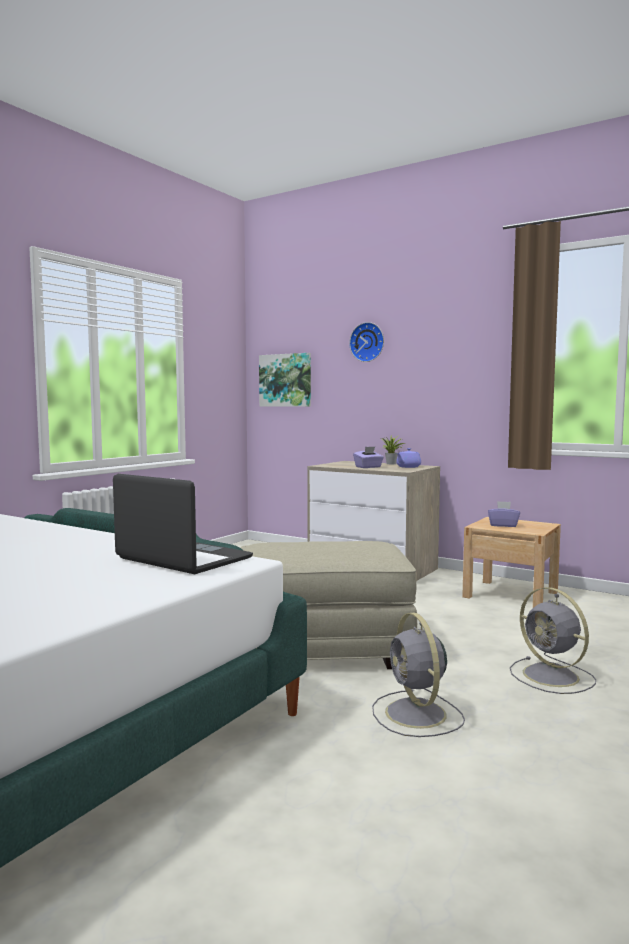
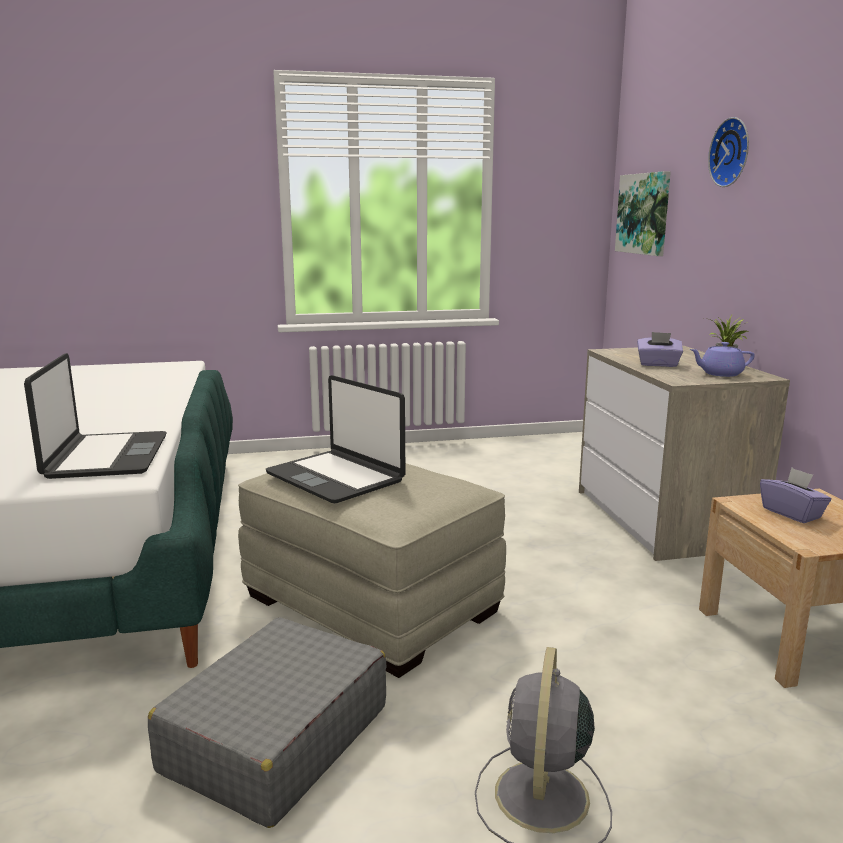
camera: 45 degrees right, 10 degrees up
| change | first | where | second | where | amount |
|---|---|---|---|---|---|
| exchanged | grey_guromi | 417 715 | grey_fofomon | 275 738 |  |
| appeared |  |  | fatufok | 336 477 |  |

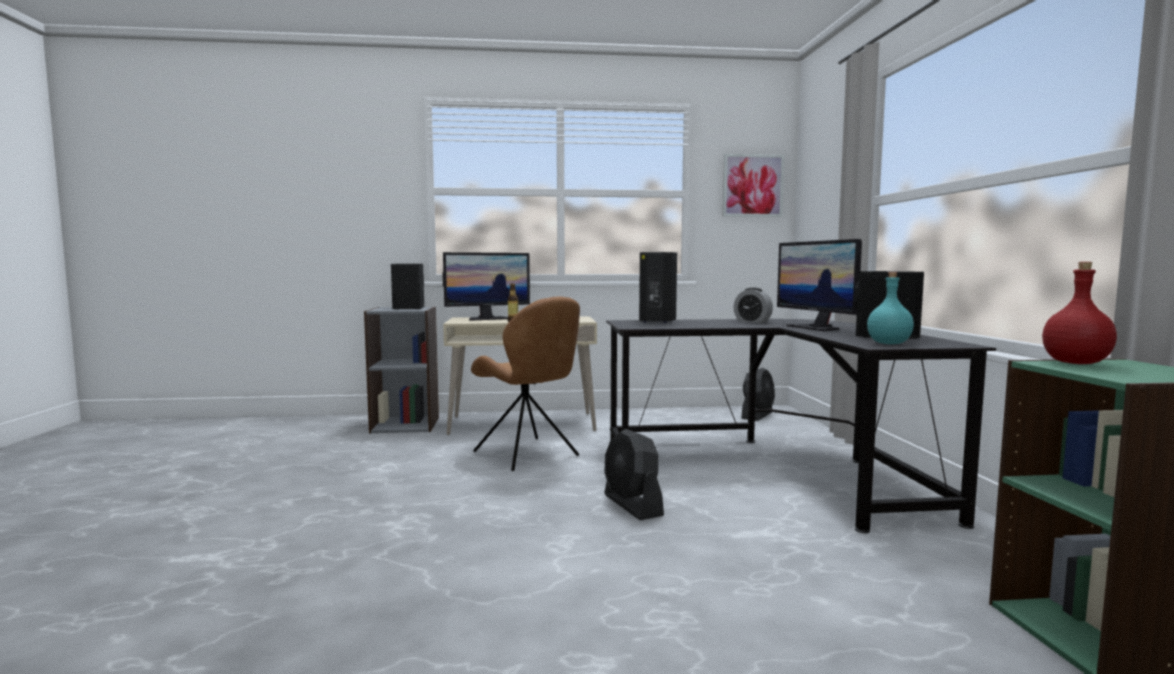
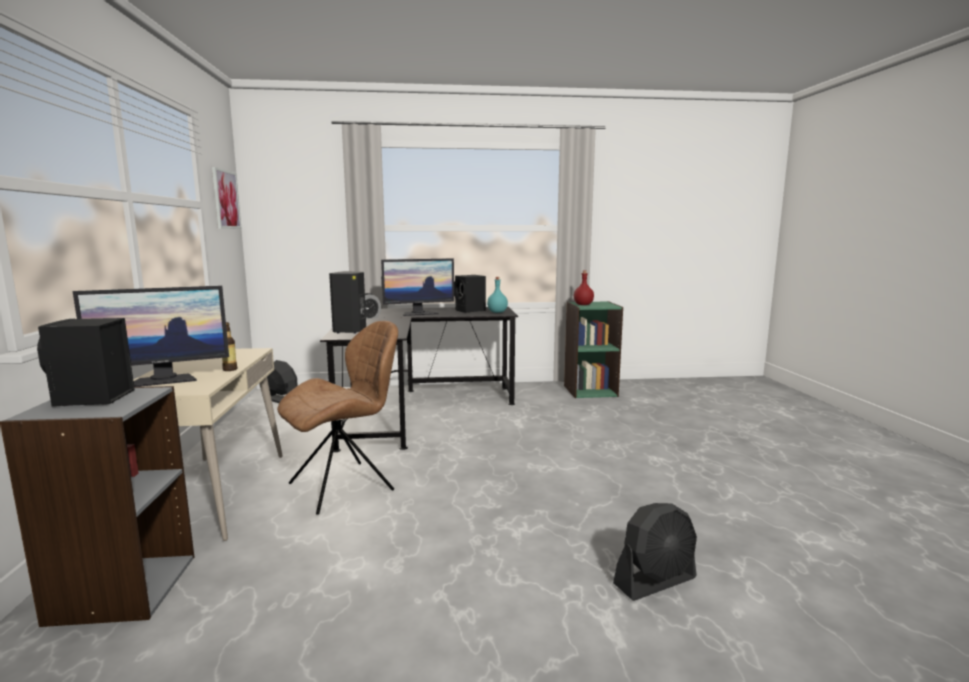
camera: 90 degrees left, 5 degrees up
| change | first | where | second | where | amount |
|---|---|---|---|---|---|
| spun | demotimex | 487 318 |  | 163 380 | 90 degrees clockwise |
| relocated | black_guromi | 632 505 |  | 655 581 |  |

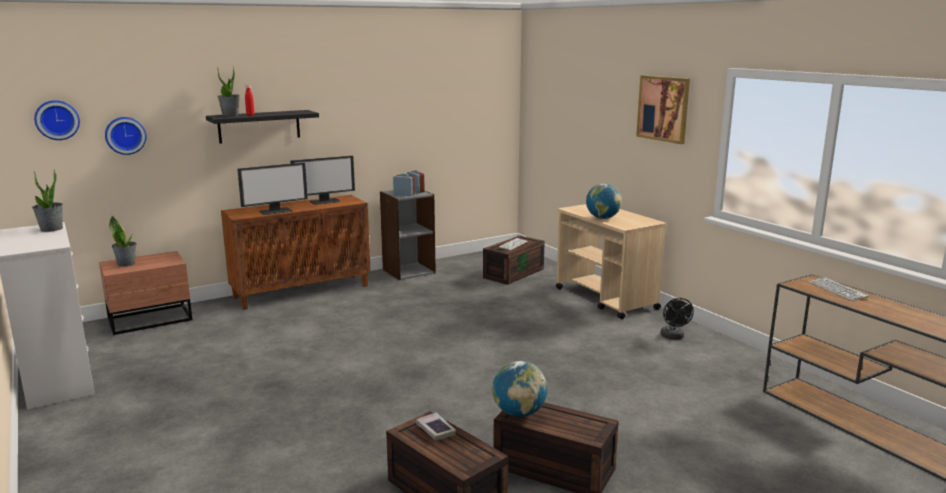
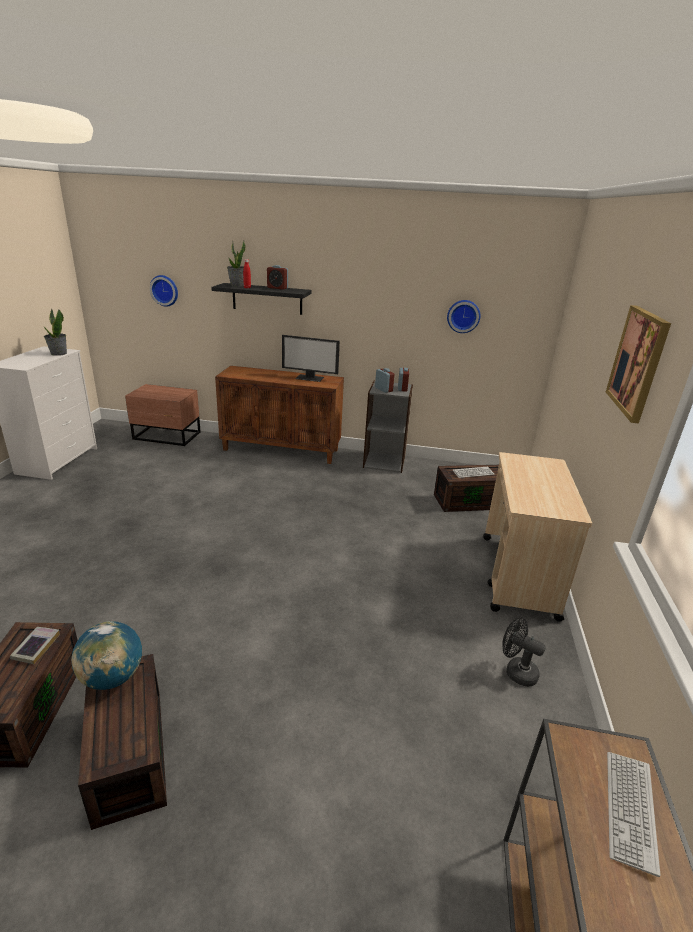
camera: 40 degrees right, 10 degrees up
| change | first | where | second | where | amount |
|---|---|---|---|---|---|
| appeared |  |  | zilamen | 277 288 |  |
| relocated | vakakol | 57 120 |  | 463 316 |  |
| spun | black_guromi | 673 337 |  | 516 671 | 90 degrees clockwise |
| missing | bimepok | 127 263 |  |  |  |
| missing | demotimex | 275 211 |  |  |  |
| missing | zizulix | 602 218 |  |  |  |

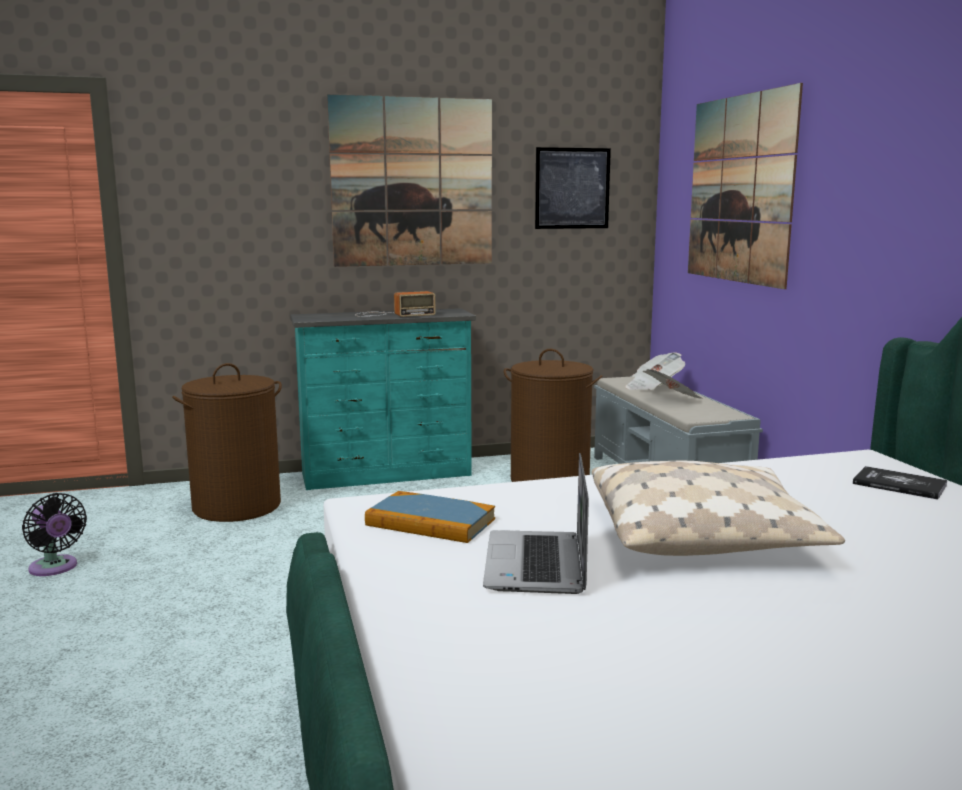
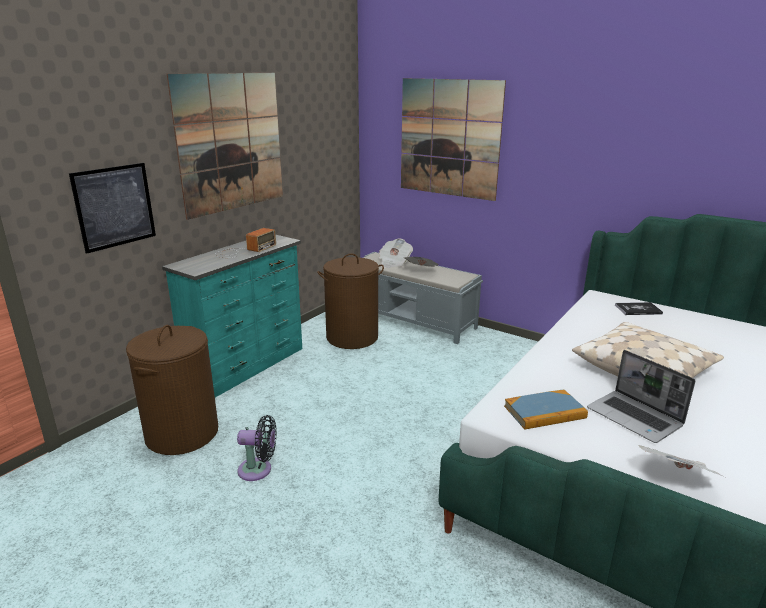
camera: 40 degrees left, 10 degrees up
| change | first | where | second | where | amount |
|---|---|---|---|---|---|
| relocated | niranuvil | 572 188 |  | 115 206 |  |
| relocated | black_guromi | 55 568 |  | 258 470 |  |
| appeared |  |  | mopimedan | 677 477 |  |

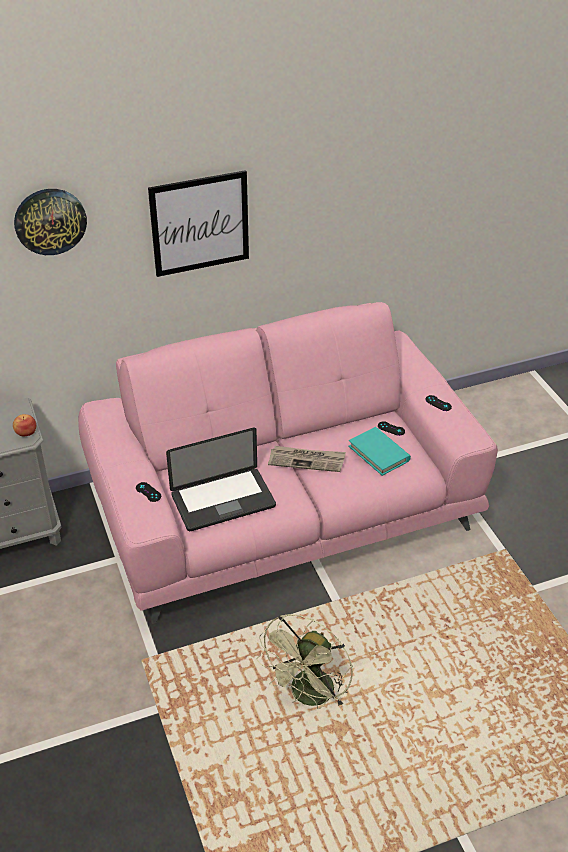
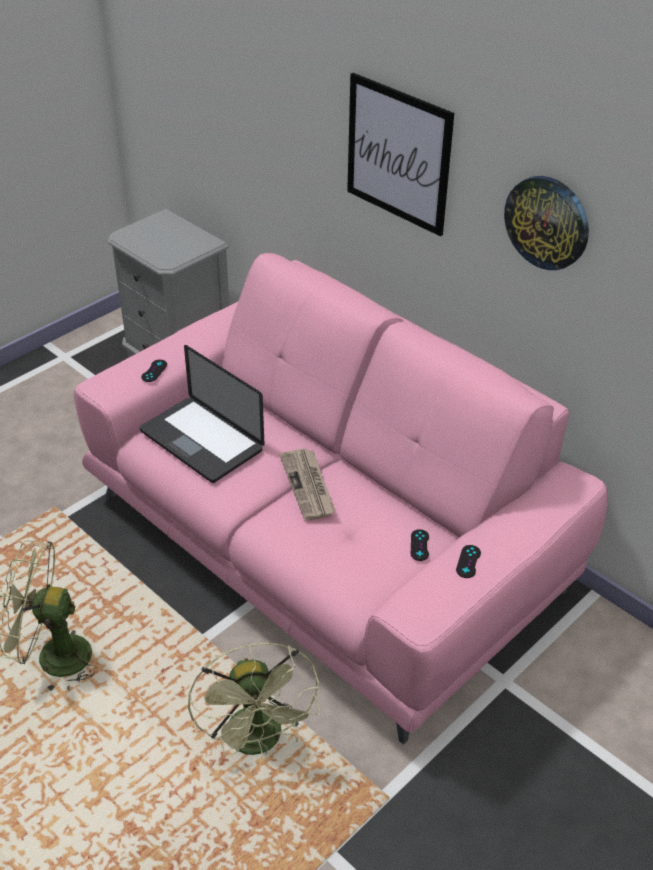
camera: 65 degrees right, 0 degrees up
| change | first | where | second | where | amount |
|---|---|---|---|---|---|
| appeared |  |  | green_guromi | 259 742 |  |
| relocated | vakakol | 50 221 |  | 547 222 |  |
| missing | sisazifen | 26 432 |  |  |  |
| missing | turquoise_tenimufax | 379 453 |  |  |  |

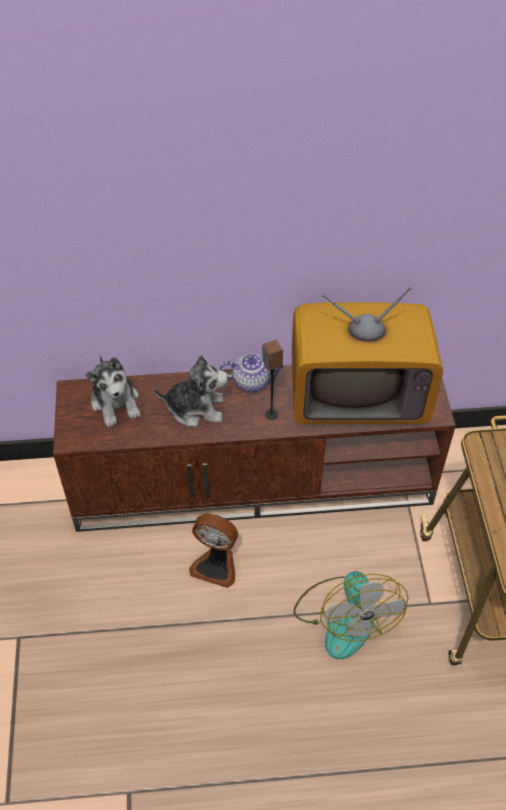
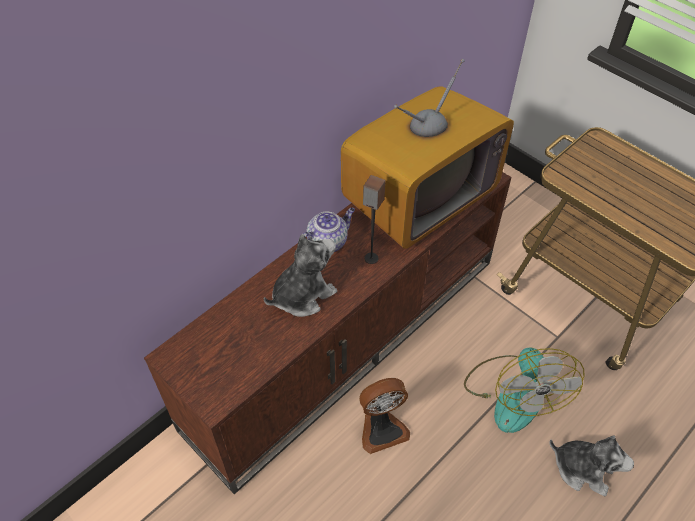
camera: 40 degrees left, 0 degrees up
| change | first | where | second | where | amount |
|---|---|---|---|---|---|
| spun | guromi | 344 617 |  | 513 393 | 45 degrees clockwise |
| relocated | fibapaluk | 116 402 |  | 582 469 |  |

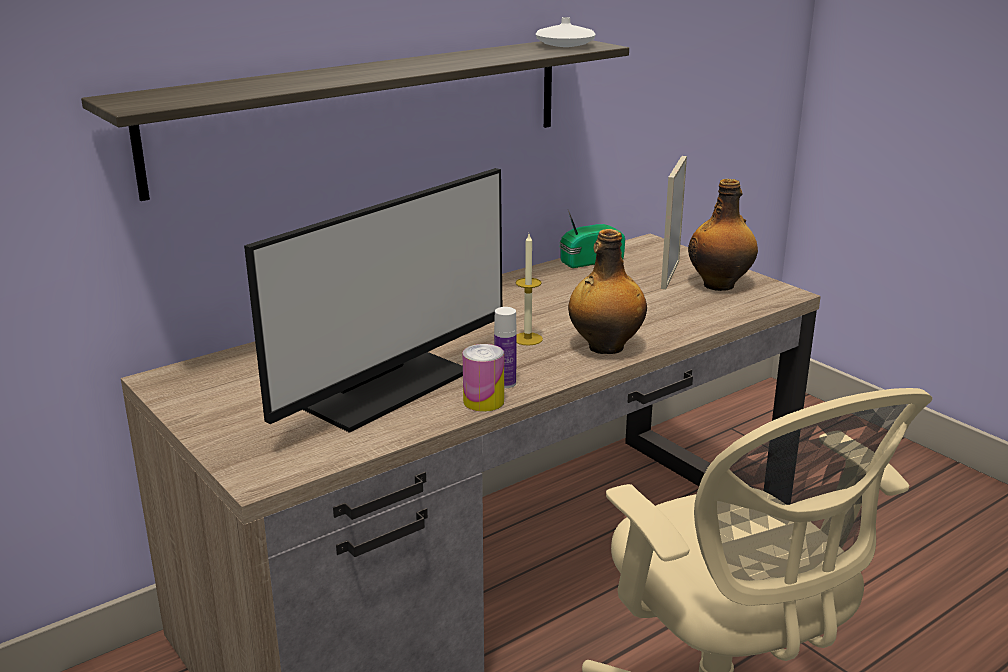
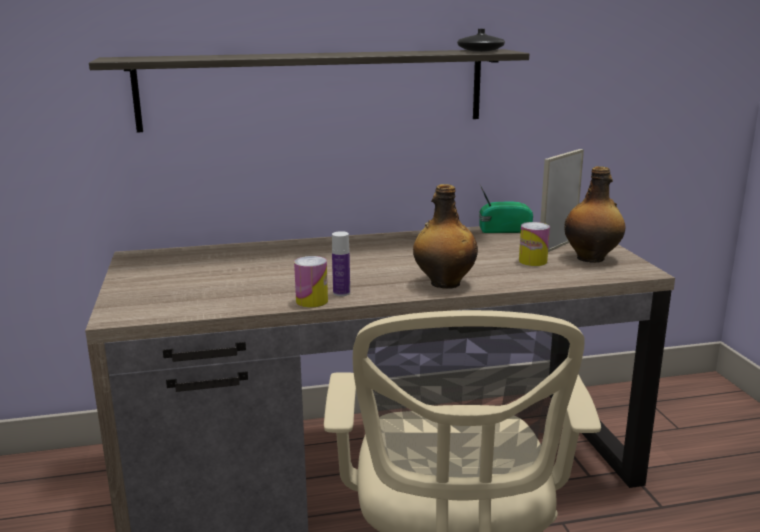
camera: 25 degrees right, 5 degrees down
| change | first | where | second | where | amount |
|---|---|---|---|---|---|
| colour | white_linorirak | 565 45 | black_linorirak | 480 51 |  |
| appeared |  |  | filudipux | 533 261 |  |
| missing | demotimex | 381 387 |  |  |  |
| missing | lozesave | 527 339 |  |  |  |

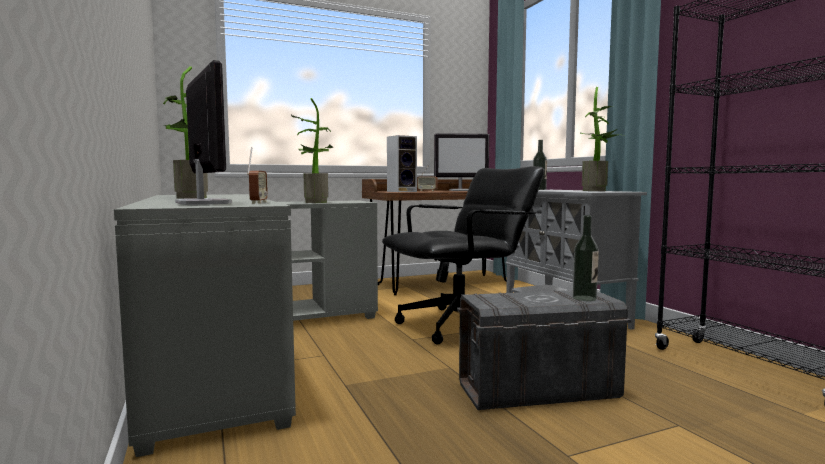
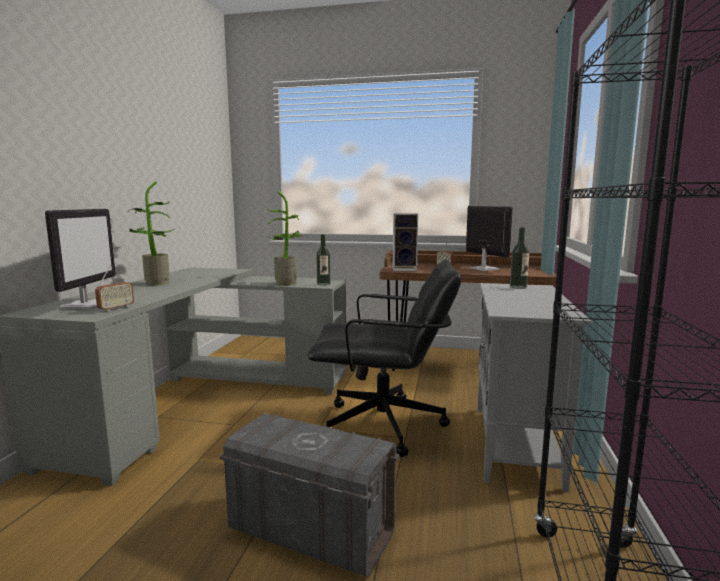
camera: 35 degrees right, 5 degrees up
| change | first | where | second | where | amount |
|---|---|---|---|---|---|
| relocated | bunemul | 584 298 |  | 323 284 |  |
| spun | demotimex | 460 190 |  | 483 269 | 150 degrees counterclockwise |
| missing | bimepok | 597 191 |  |  |  |

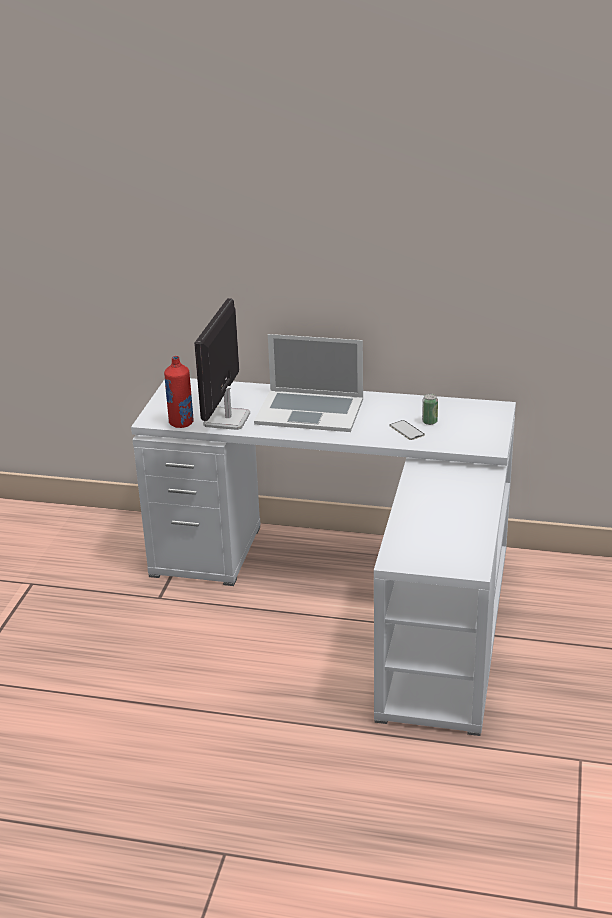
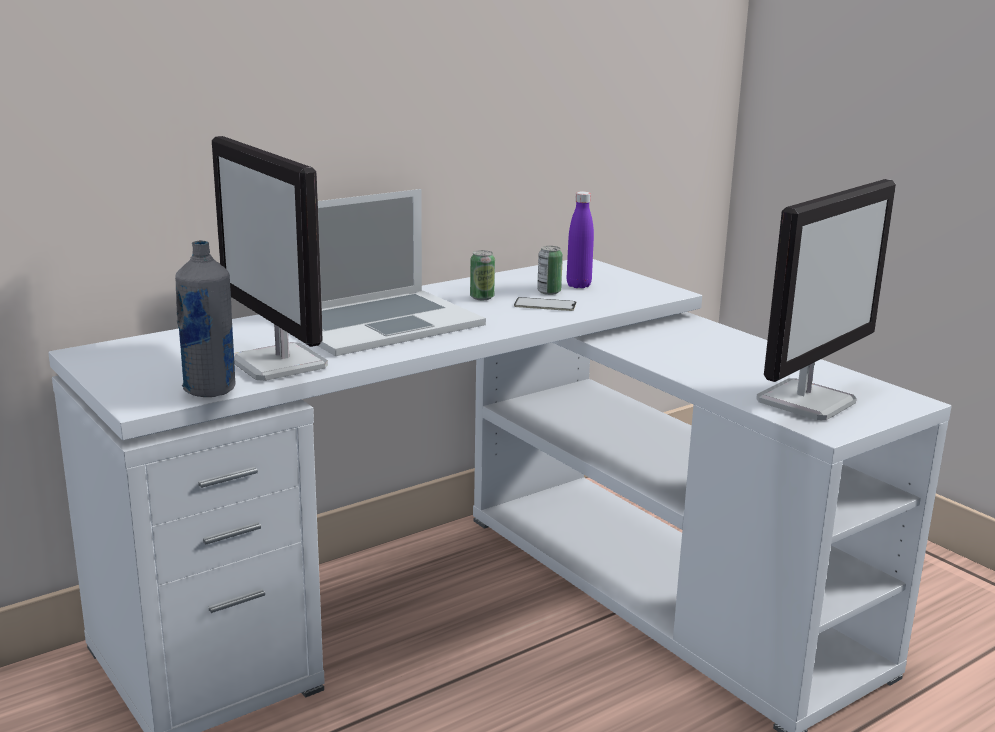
camera: 50 degrees left, 10 degrees down
| change | first | where | second | where | amount |
|---|---|---|---|---|---|
| colour | red_bunemul | 181 423 | grey_bunemul | 210 390 |  |
| appeared |  |  | filudipux | 482 297 |  |
| appeared |  |  | purple_bunemul | 578 285 |  |
| appeared |  |  | demotimex | 806 401 |  |

